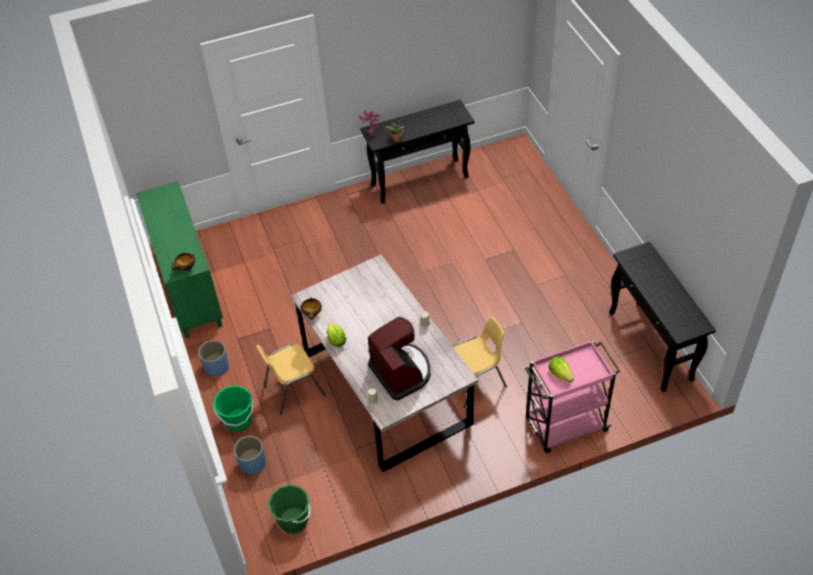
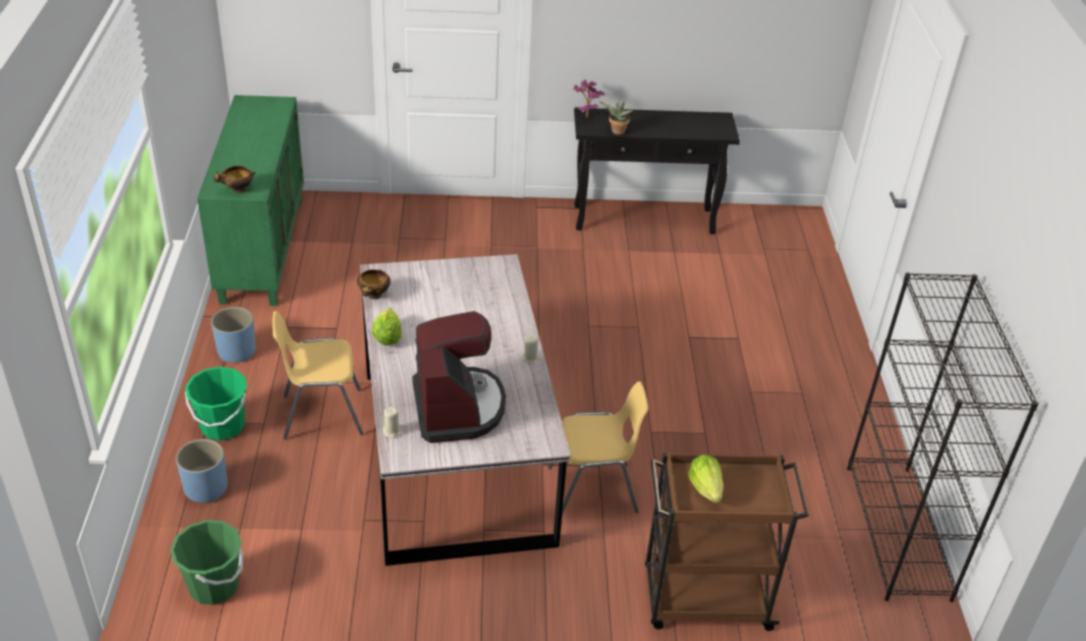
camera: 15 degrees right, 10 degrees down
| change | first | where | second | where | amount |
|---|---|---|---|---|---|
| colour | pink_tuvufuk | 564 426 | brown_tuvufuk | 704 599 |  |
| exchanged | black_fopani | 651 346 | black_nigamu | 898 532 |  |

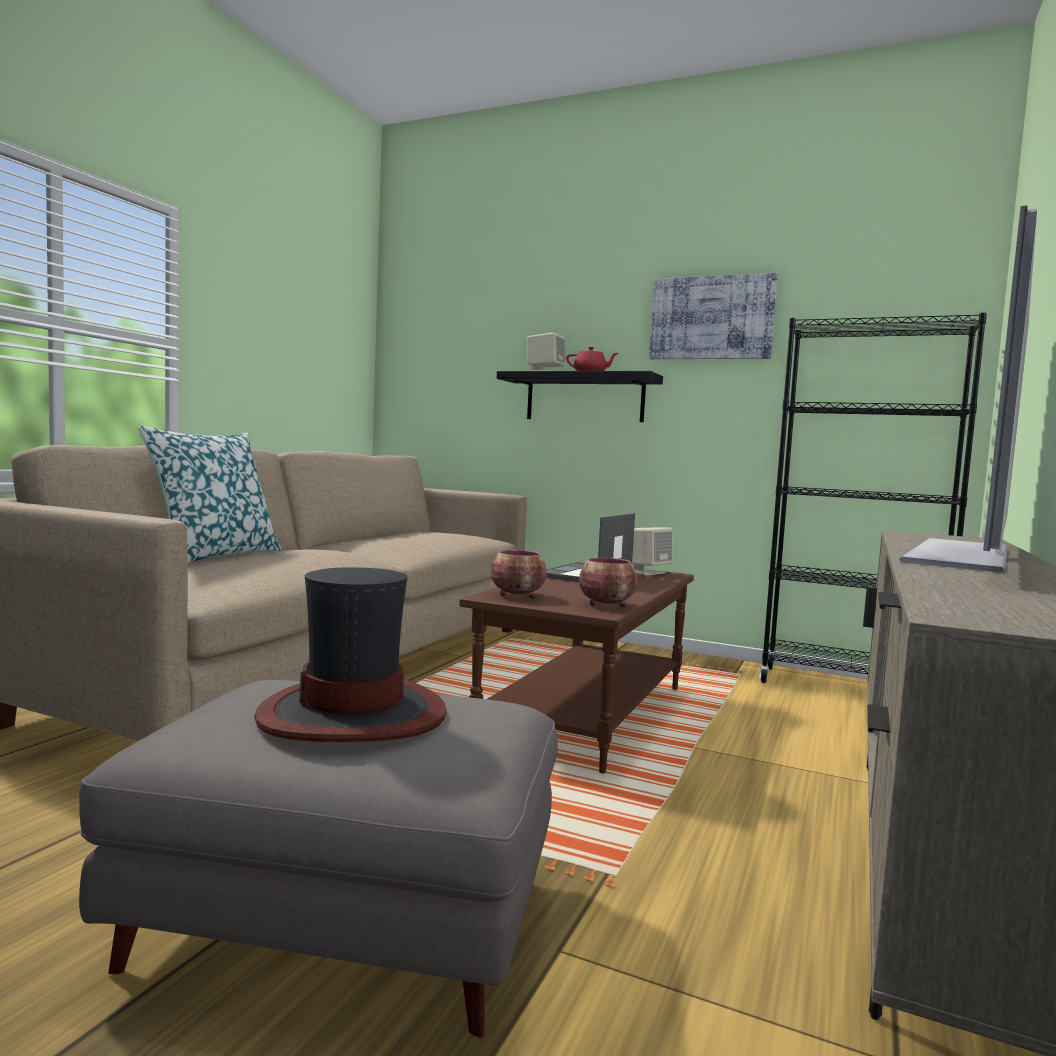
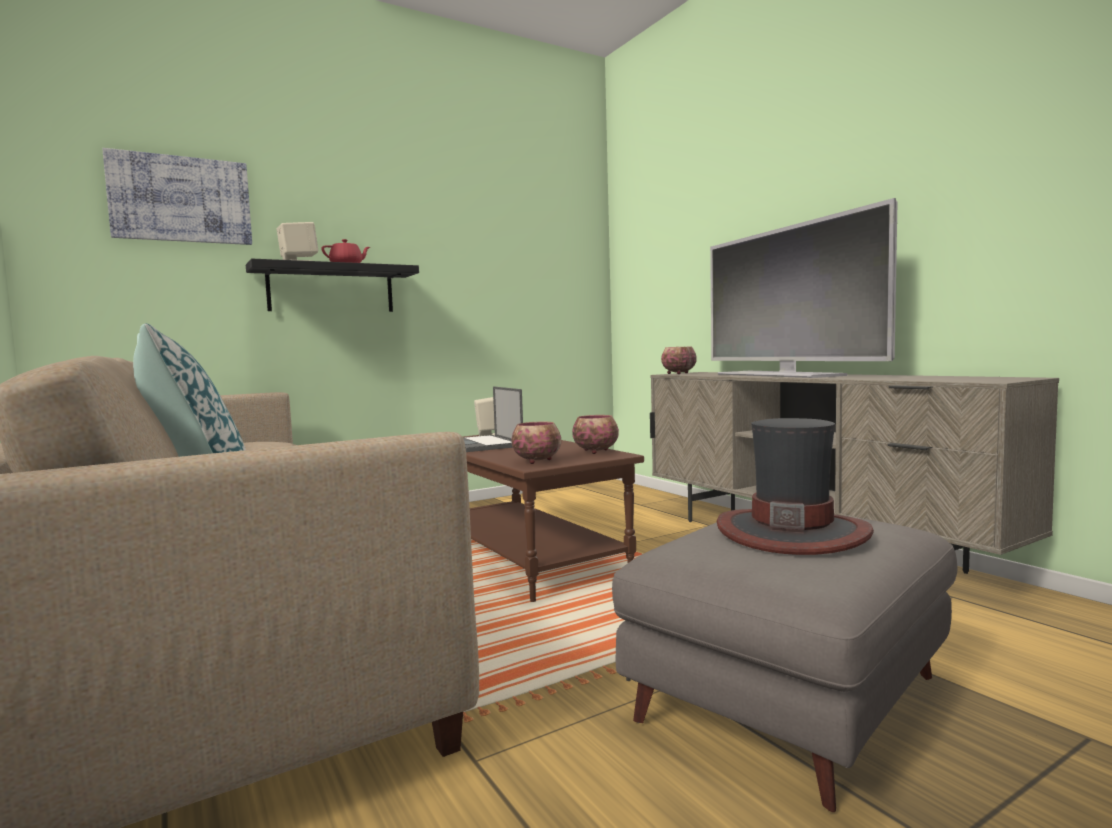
camera: 55 degrees left, 0 degrees up
| change | first | where | second | where | amount |
|---|---|---|---|---|---|
| relocated | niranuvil | 711 318 |  | 181 199 |  |
| appeared |  |  | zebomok | 678 373 |  |
| missing | black_nigamu | 849 688 |  |  |  |

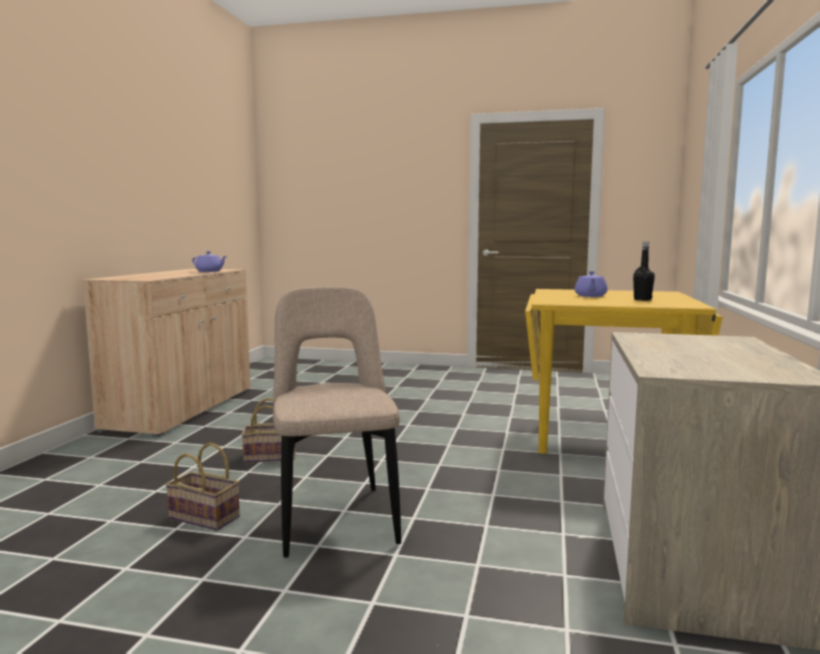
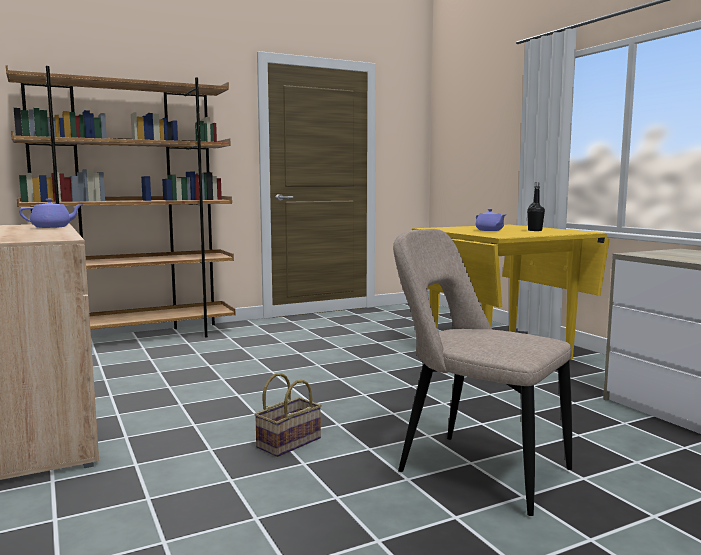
camera: 40 degrees left, 0 degrees up
| change | first | where | second | where | amount |
|---|---|---|---|---|---|
| appeared |  |  | brown_nigamu | 137 338 |  |
| missing | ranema | 206 517 |  |  |  |

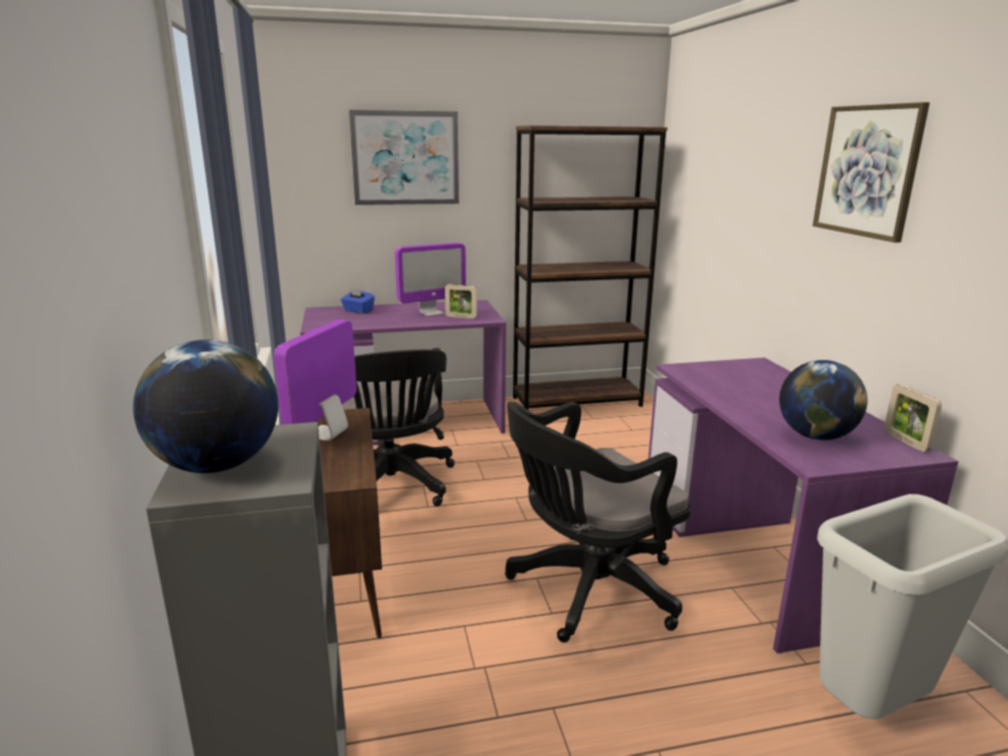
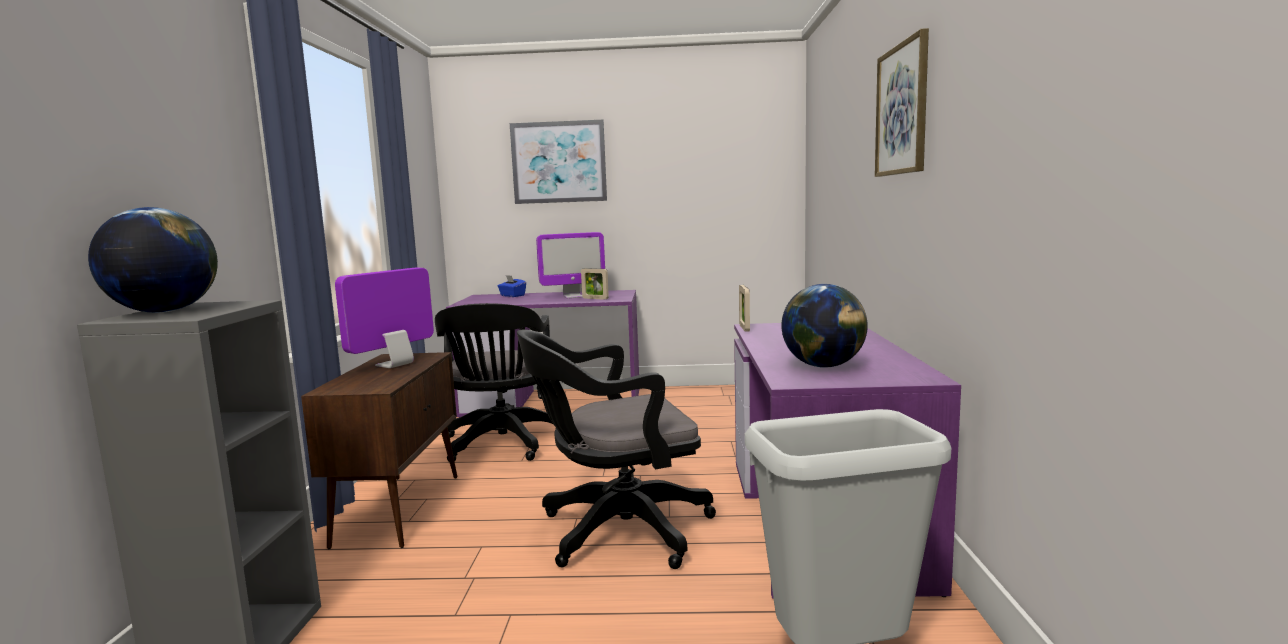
camera: 15 degrees right, 10 degrees down
| change | first | where | second | where | amount |
|---|---|---|---|---|---|
| relocated | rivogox | 905 441 |  | 744 328 |  |
| missing | brown_nigamu | 577 401 |  |  |  |

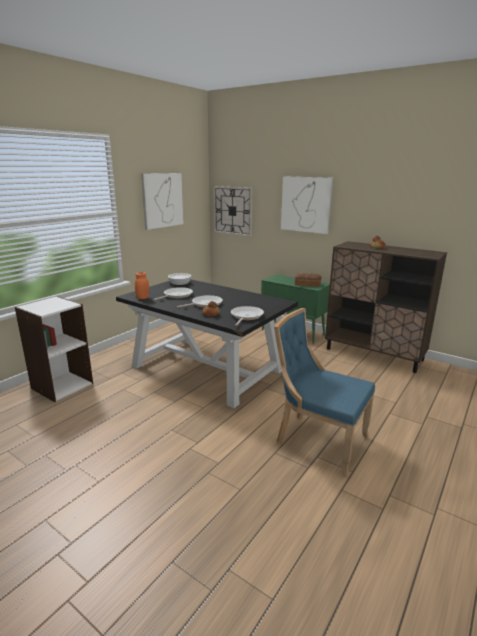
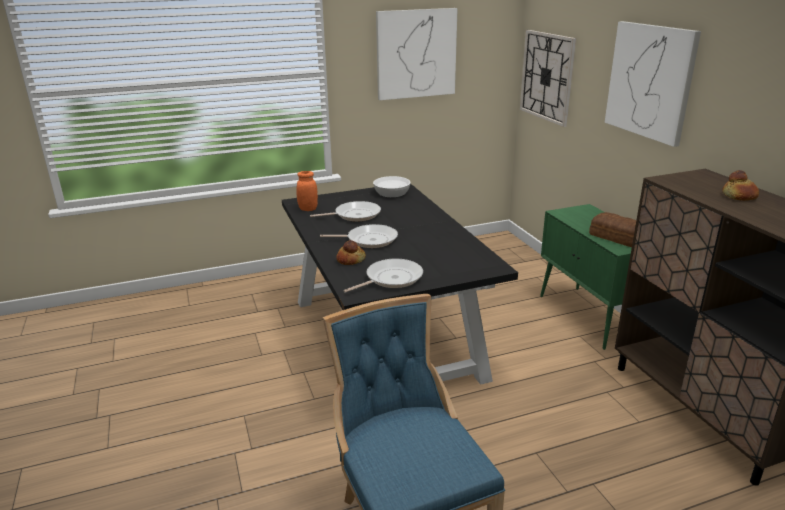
camera: 35 degrees right, 5 degrees up
| change | first | where | second | where | amount |
|---|---|---|---|---|---|
| missing | white_nigamu | 62 386 |  |  |  |

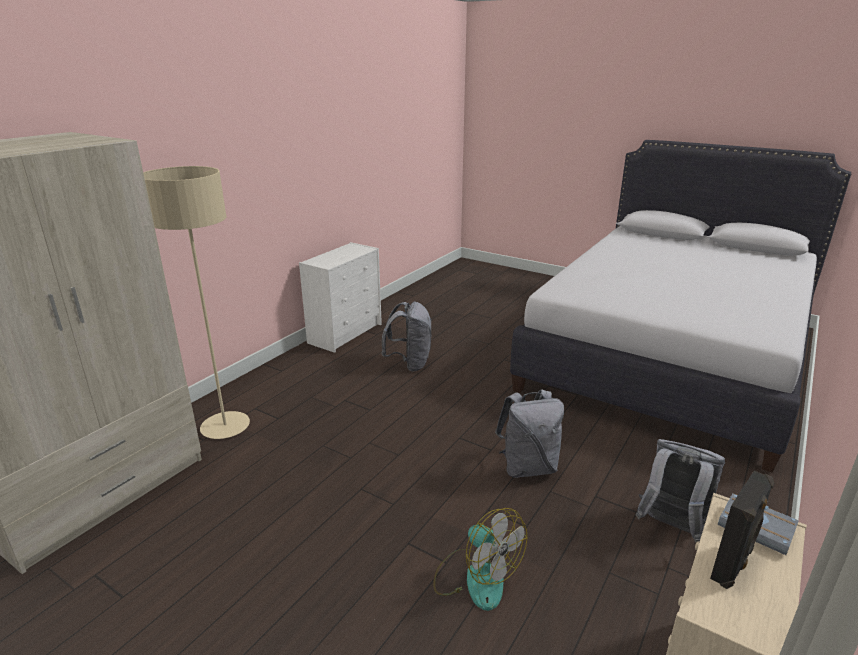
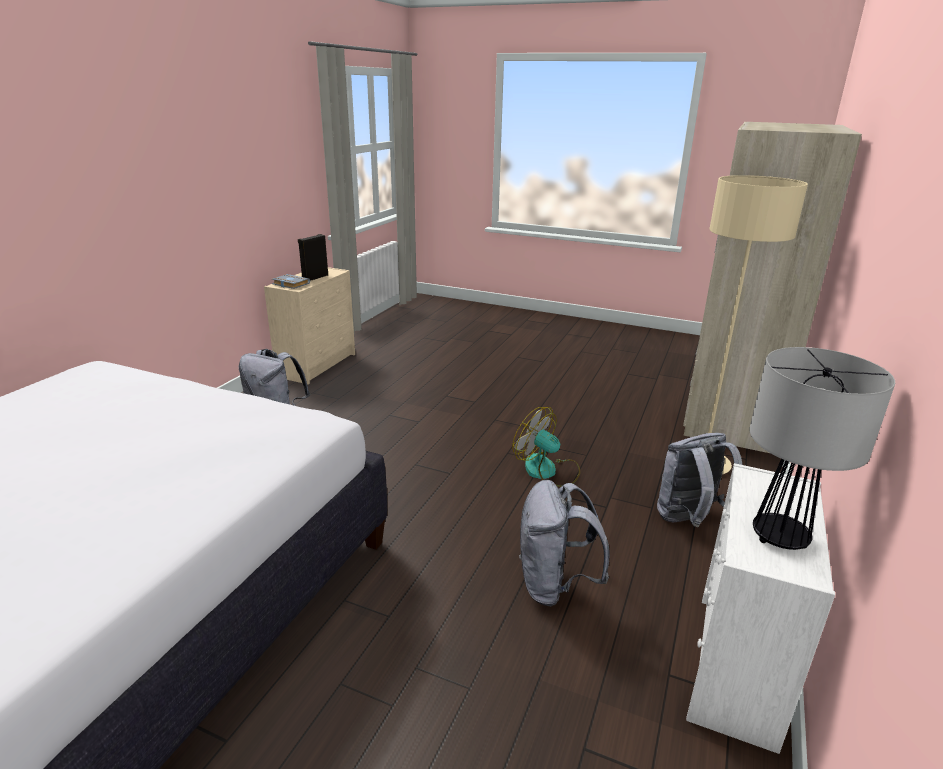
camera: 170 degrees right, 0 degrees up
| change | first | where | second | where | amount |
|---|---|---|---|---|---|
| relocated | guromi | 476 577 |  | 547 471 |  |
| relocated | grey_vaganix | 528 467 |  | 690 521 |  |
| appeared |  |  | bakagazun | 779 538 |  |

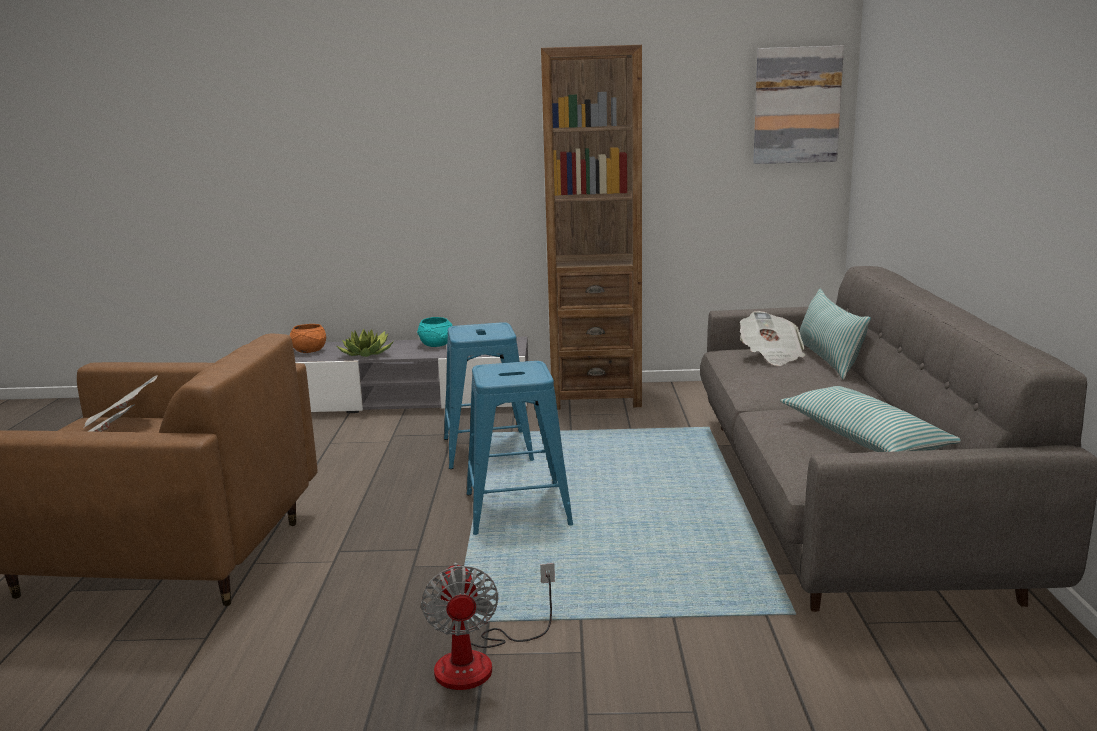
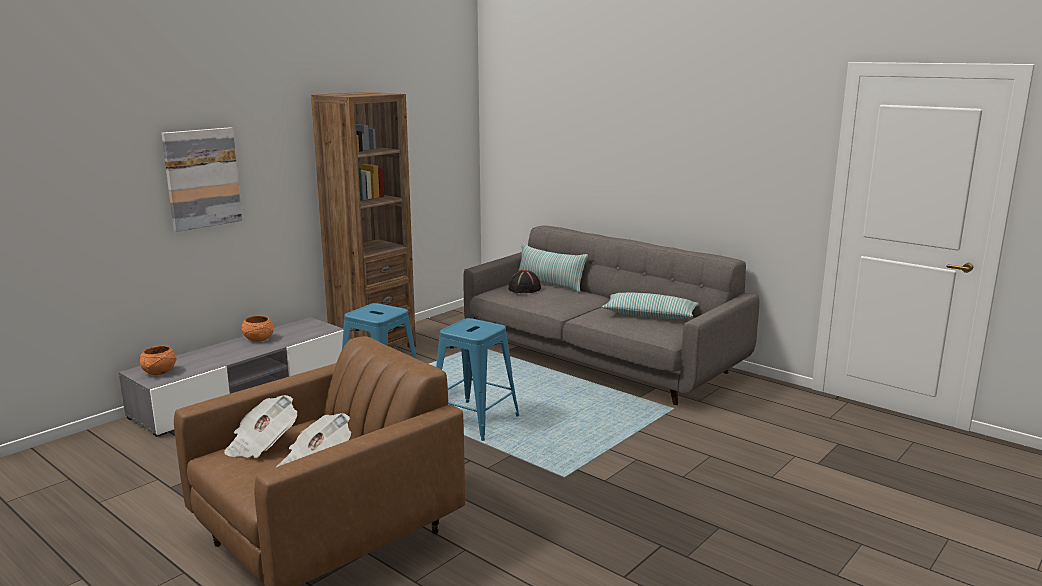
camera: 50 degrees left, 0 degrees up
| change | first | where | second | where | amount |
|---|---|---|---|---|---|
| relocated | niranuvil | 796 105 |  | 202 178 |  |
| colour | turquoise_zebomok | 436 345 | orange_zebomok | 258 339 |  |
| exchanged | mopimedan | 771 356 | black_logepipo | 524 289 |  |
| missing | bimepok | 367 354 |  |  |  |
| missing | guromi | 480 660 |  |  |  |

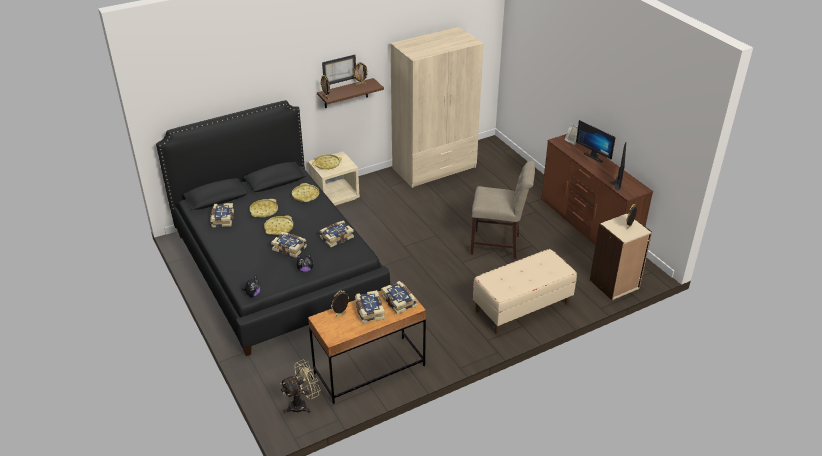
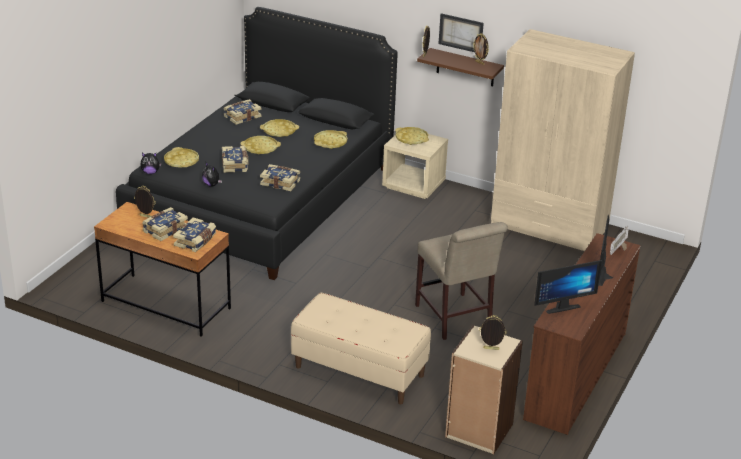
camera: 55 degrees right, 5 degrees down
| change | first | where | second | where | amount |
|---|---|---|---|---|---|
| appeared |  |  | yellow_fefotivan | 181 161 |  |
| missing | beige_guromi | 302 404 |  |  |  |

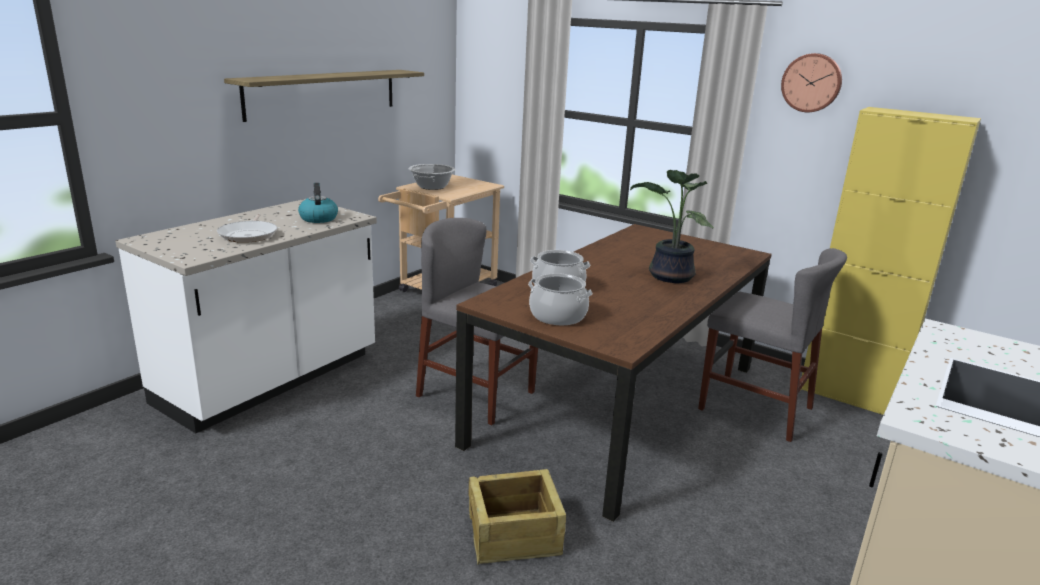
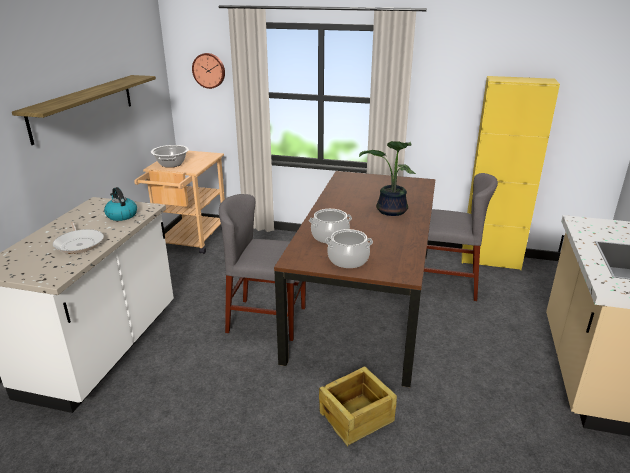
camera: 20 degrees left, 5 degrees up
| change | first | where | second | where | amount |
|---|---|---|---|---|---|
| relocated | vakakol | 811 82 |  | 209 70 |  |

